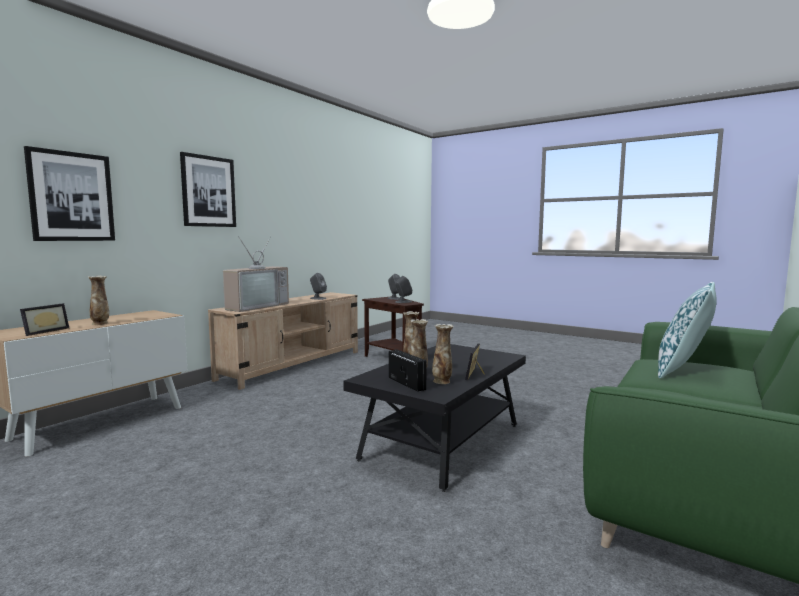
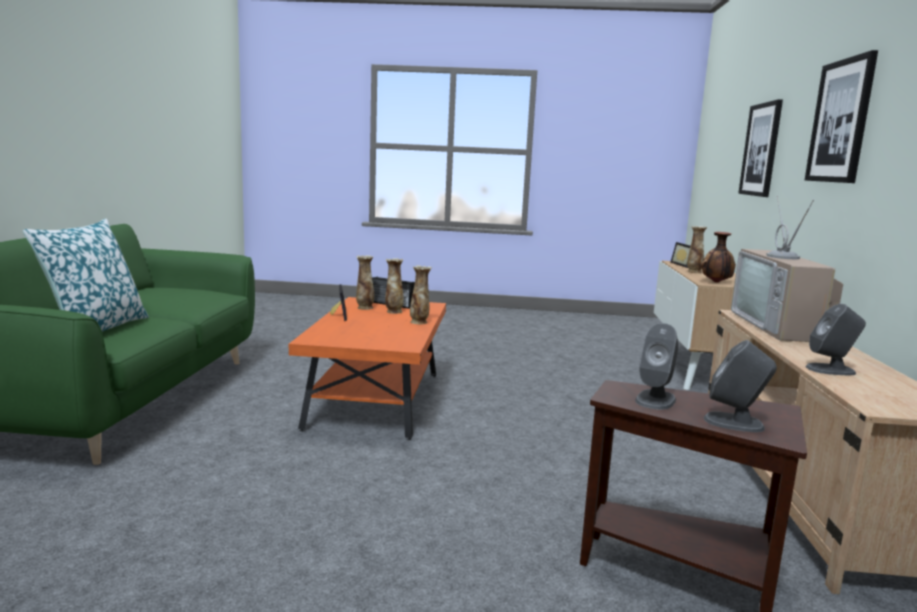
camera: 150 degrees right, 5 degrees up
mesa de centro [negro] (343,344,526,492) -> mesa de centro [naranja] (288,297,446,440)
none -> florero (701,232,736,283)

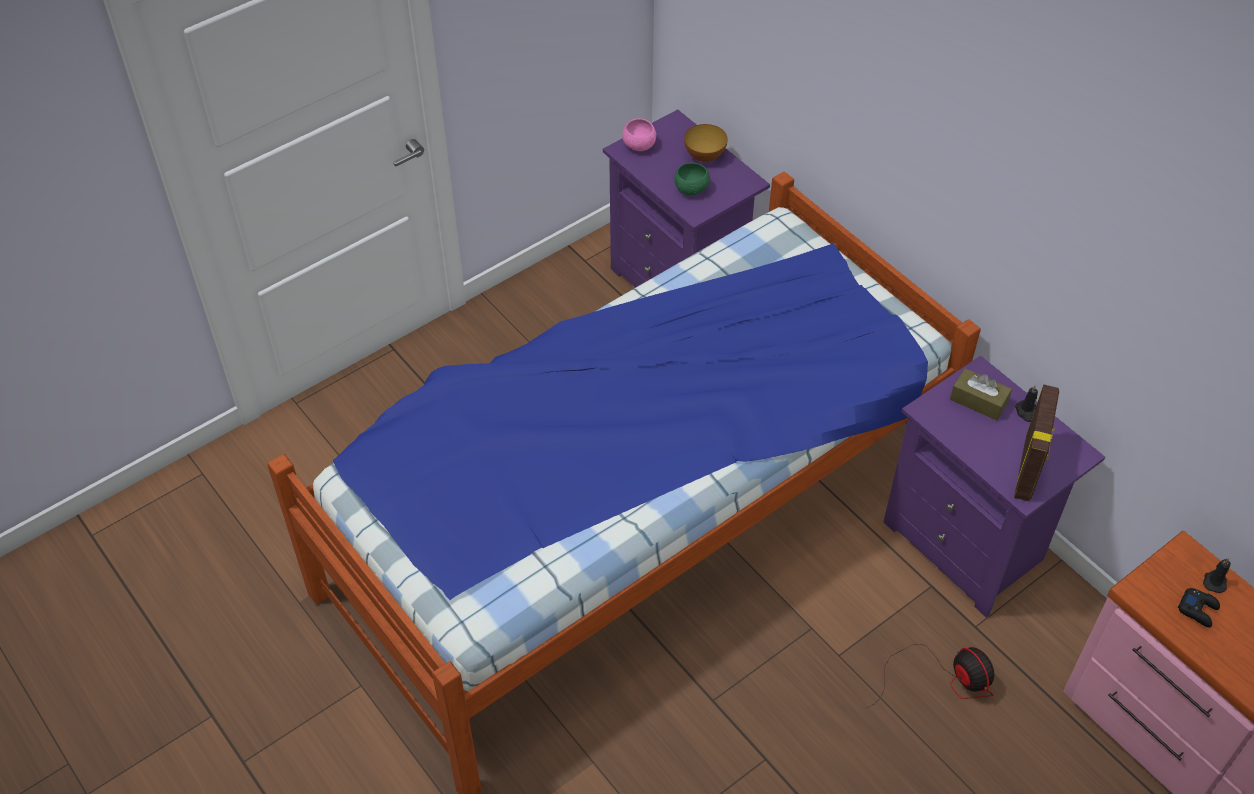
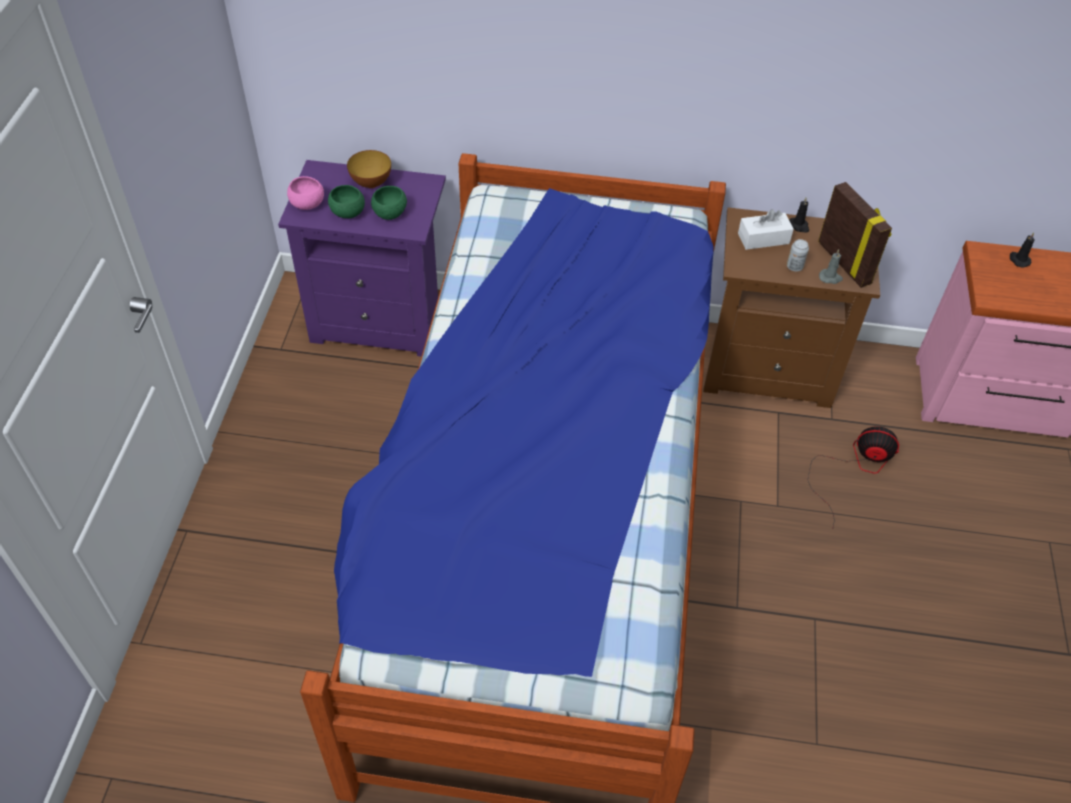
camera: 45 degrees left, 0 degrees up
none -> cuenco [verde] (328,185,365,218)
mesita de noche [morado] (884,356,1105,617) -> mesita de noche [marrón] (703,207,880,408)
caja de pañuelos [marrón] (950,368,1012,420) -> caja de pañuelos [blanco] (738,209,794,250)
none -> lata (787,239,809,272)
none -> vela [gris] (819,249,843,284)
mando de consola [negro] (1178,588,1220,627) -> none

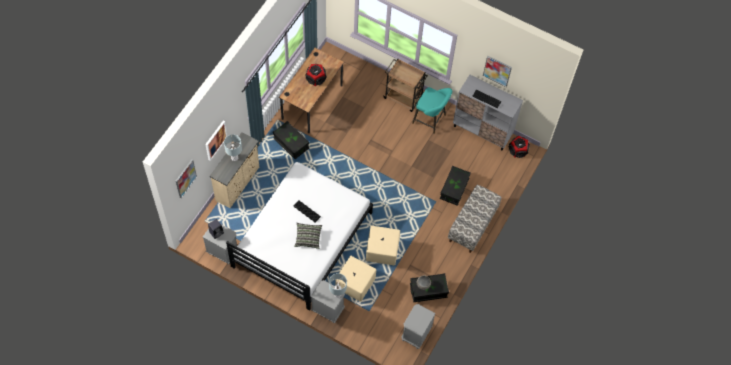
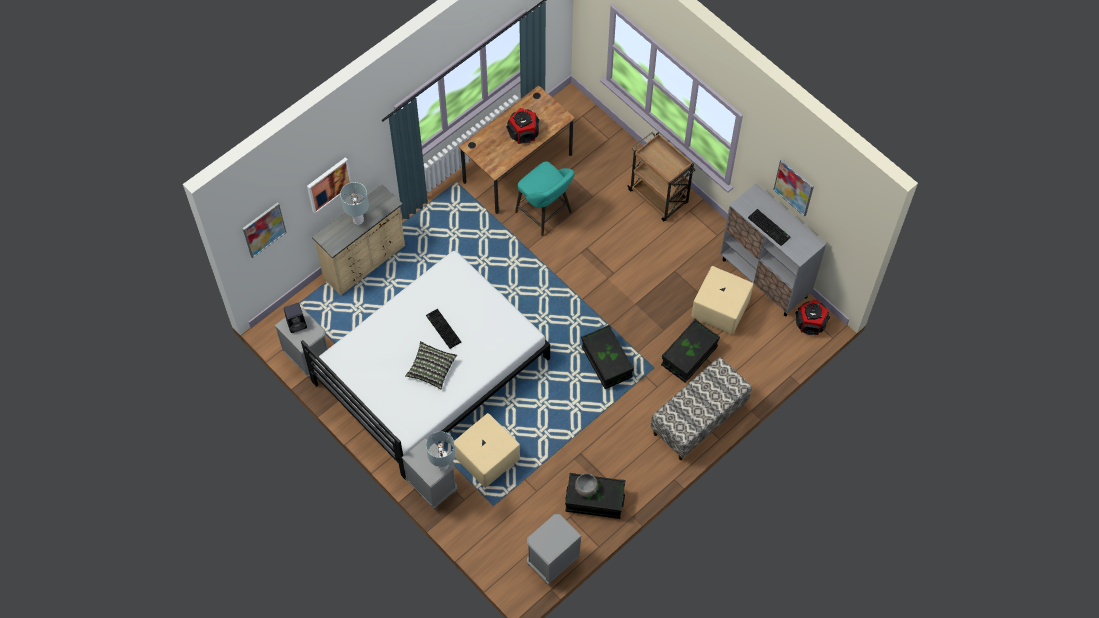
camera: 20 degrees right, 0 degrees up
taburete [turquesa] (412,87,452,134) -> taburete [turquesa] (515,161,574,236), shifted
caja de almacenaje [negro] (273,121,309,159) -> caja de almacenaje [negro] (581,325,634,389), shifted
puf [beis] (366,226,400,265) -> puf [beis] (691,266,754,334), shifted

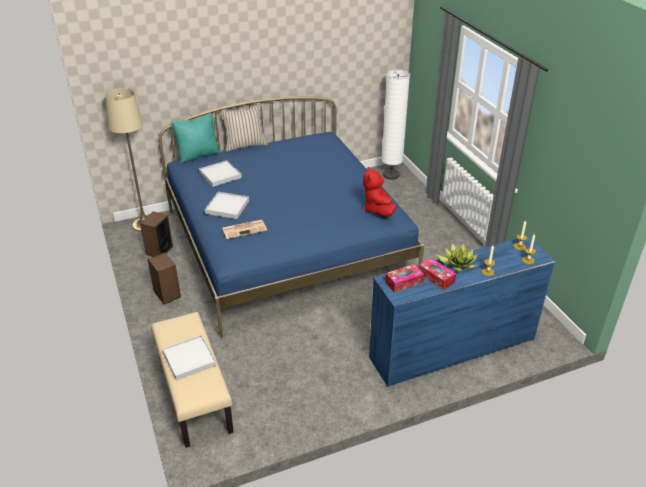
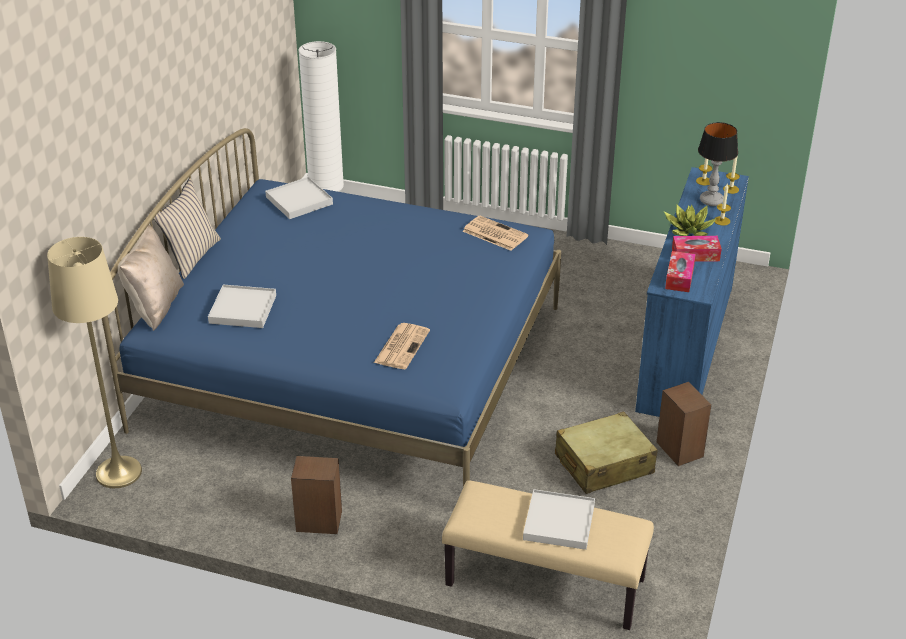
camera: 50 degrees left, 0 degrees up
cojín [turquesa] (171,113,221,164) -> cojín [beis] (118,225,184,331)
bandeja [blanco] (205,192,249,219) -> bandeja [blanco] (265,177,333,219), shifted
peluche [rojo] (363,167,396,217) -> periódico (462,216,529,251)
none -> maleta [beis] (555,412,657,494)
altavoz (140,211,173,257) -> altavoz (656,382,711,466), shifted
none -> lámpara de mesa (698,122,738,206)

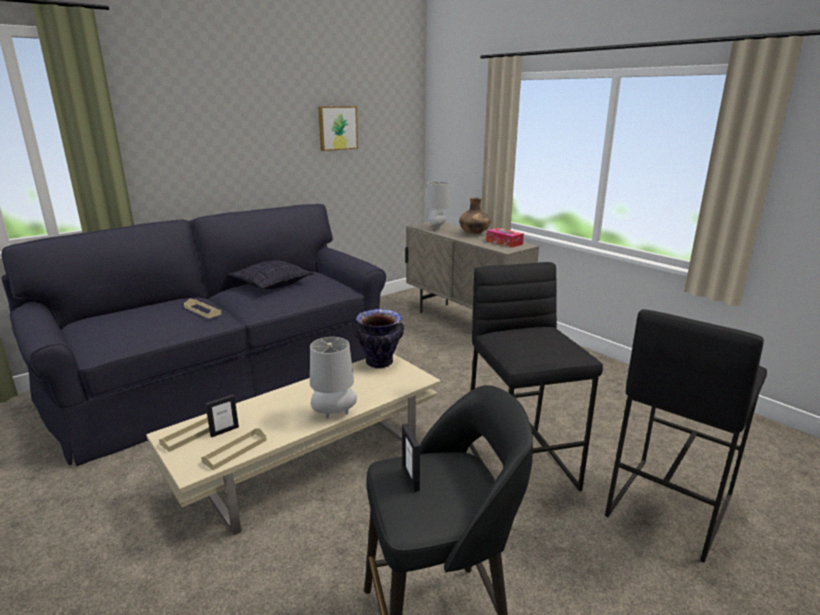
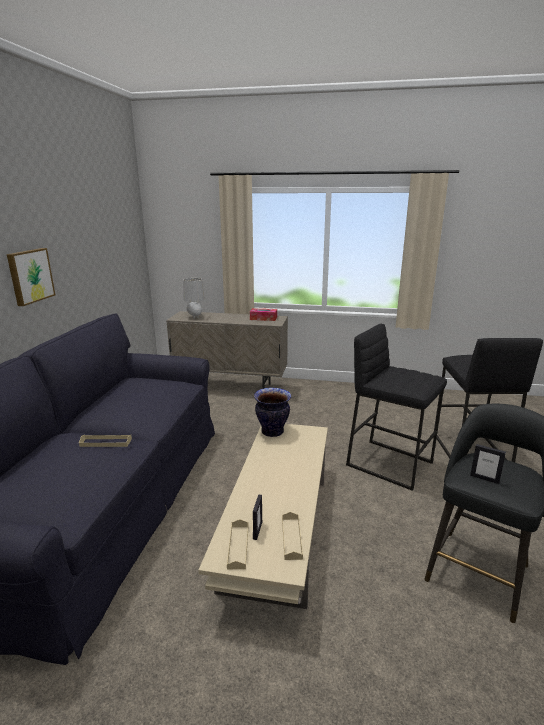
camera: 40 degrees left, 0 degrees up
cuadro (318,106,358,151) -> cuadro (7,248,55,306), shifted
cojín (229,260,314,289) -> none
lámpara de mesa [gris] (310,337,357,418) -> none
florero [marrón] (459,197,491,234) -> none

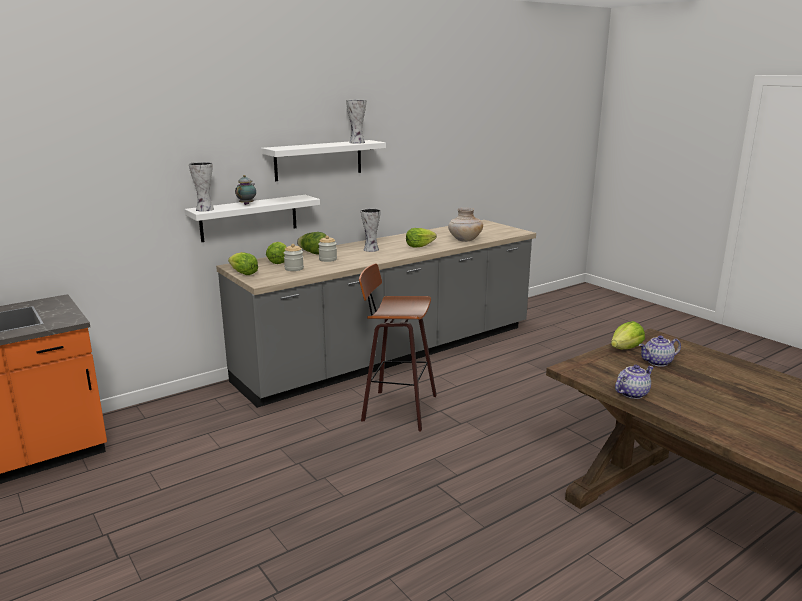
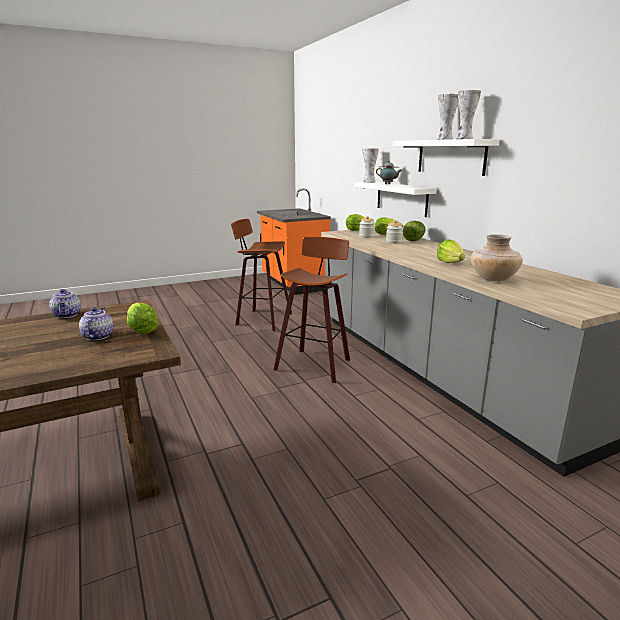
camera: 100 degrees right, 0 degrees up
none -> taburete (231,219,292,331)
florero (361,208,381,252) -> florero (437,94,458,140), shifted

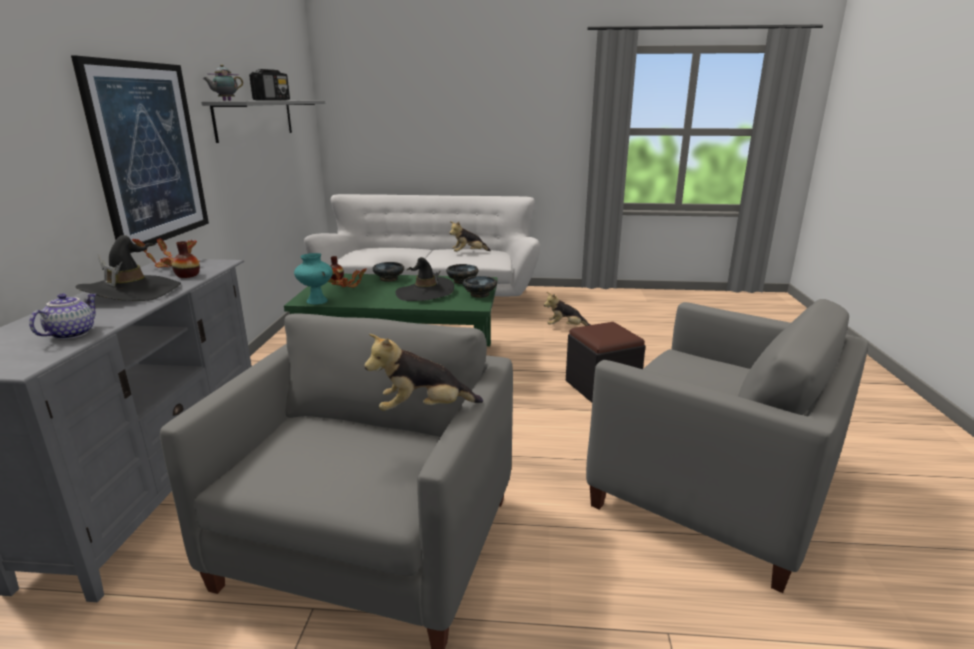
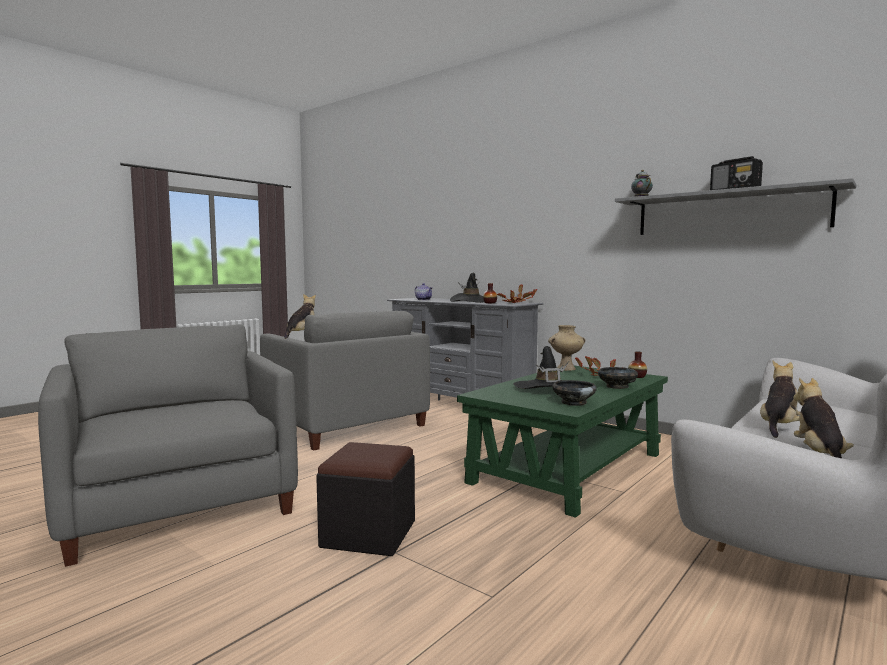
camera: 125 degrees right, 15 degrees down
sillón [gris] (586,299,868,593) -> sillón [gris] (38,324,298,567), 75 degrees clockwise
florero [turquesa] (294,253,333,305) -> florero [beis] (548,325,585,371)
peluche (544,292,591,326) -> peluche (760,361,800,438), shifted
cuadro (71,56,209,253) -> none
cuenco [negro] (463,276,497,298) -> none

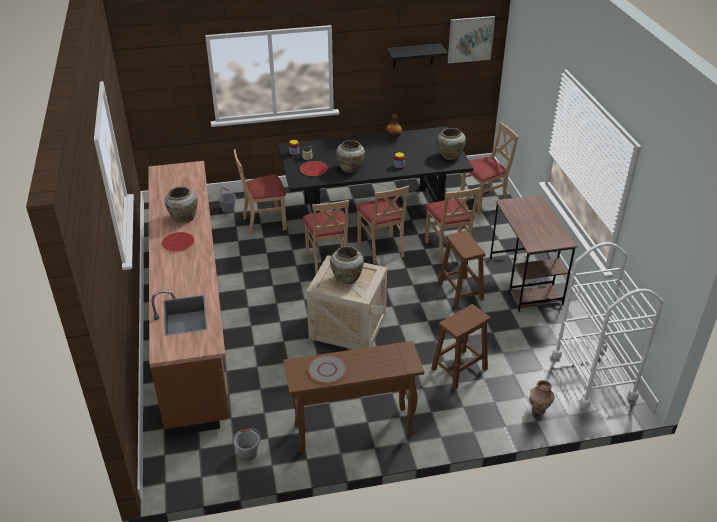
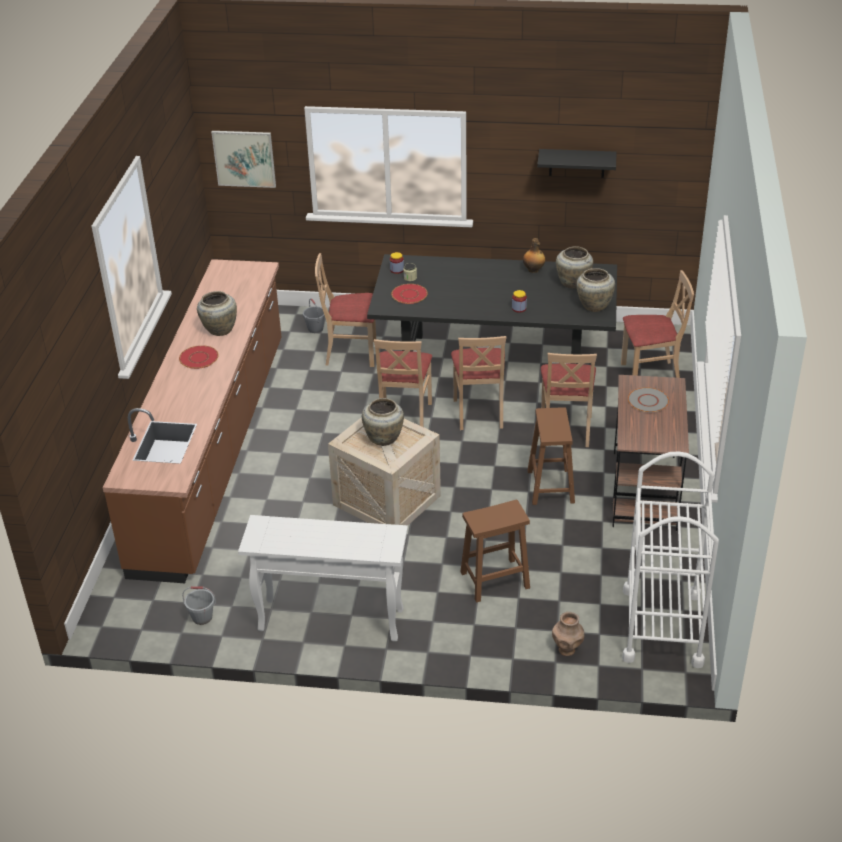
camera: 20 degrees right, 0 degrees up
cuadro (448,16,495,63) -> cuadro (211,131,276,188), shifted
mesa consola [marrón] (283,341,424,453) -> mesa consola [blanco] (238,515,408,642)
florero [beis] (336,140,365,173) -> florero [beis] (556,246,593,289), shifted
plato [gris] (308,355,346,383) -> plato [gris] (628,387,669,412), shifted

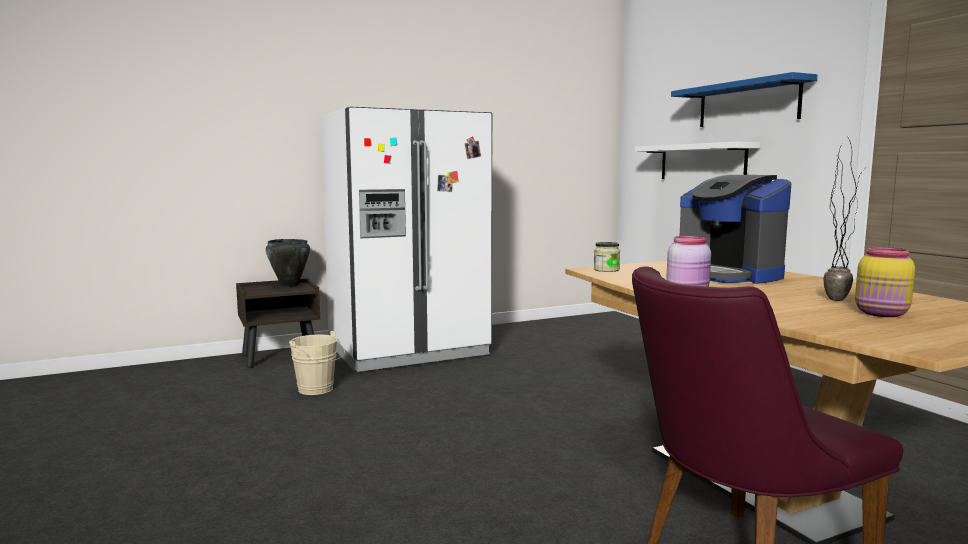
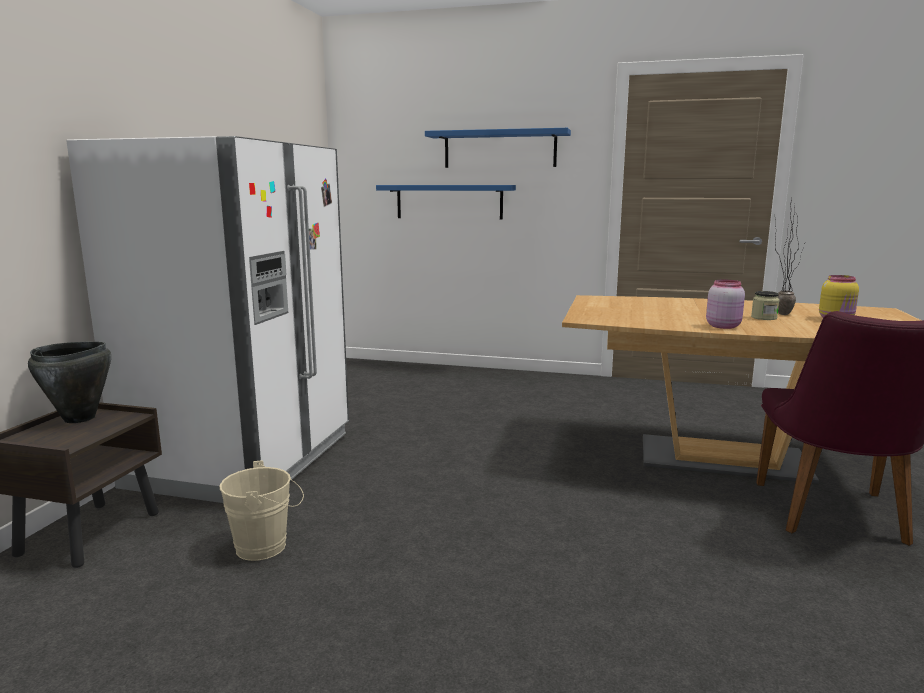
camera: 50 degrees left, 5 degrees up
estante [blanco] (635,142,760,179) -> estante [azul] (376,185,516,220)
tarro (594,242,620,272) -> tarro (751,291,779,320), shifted
cafetera (680,175,792,284) -> none

